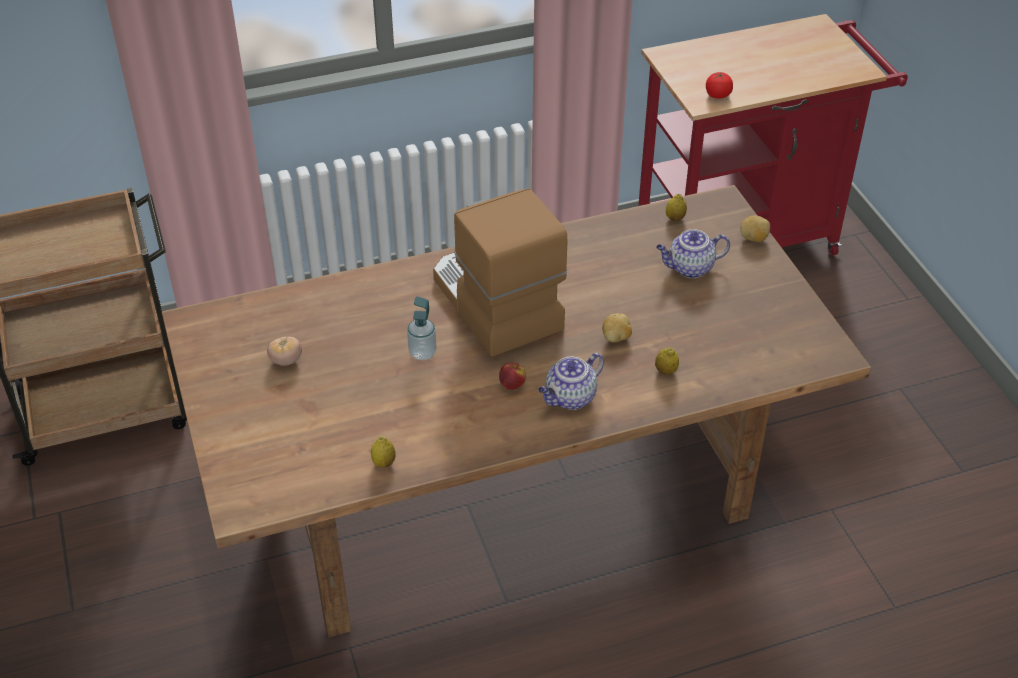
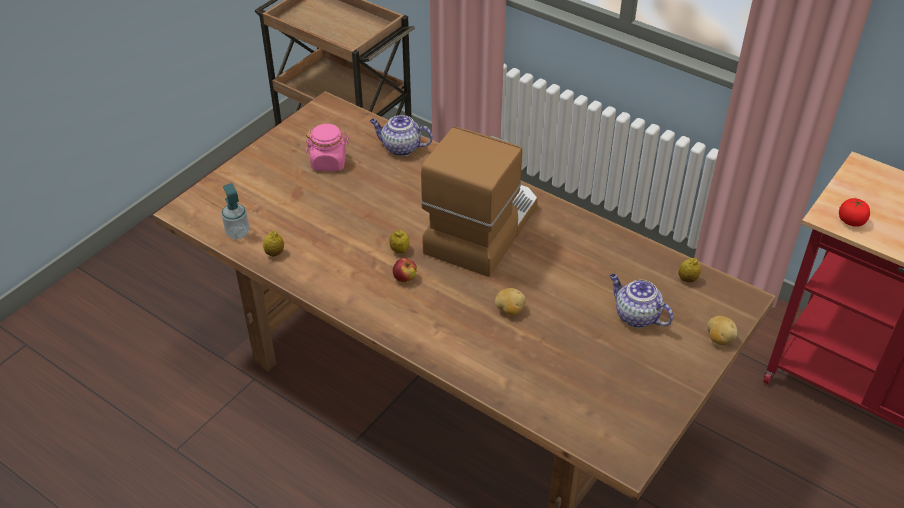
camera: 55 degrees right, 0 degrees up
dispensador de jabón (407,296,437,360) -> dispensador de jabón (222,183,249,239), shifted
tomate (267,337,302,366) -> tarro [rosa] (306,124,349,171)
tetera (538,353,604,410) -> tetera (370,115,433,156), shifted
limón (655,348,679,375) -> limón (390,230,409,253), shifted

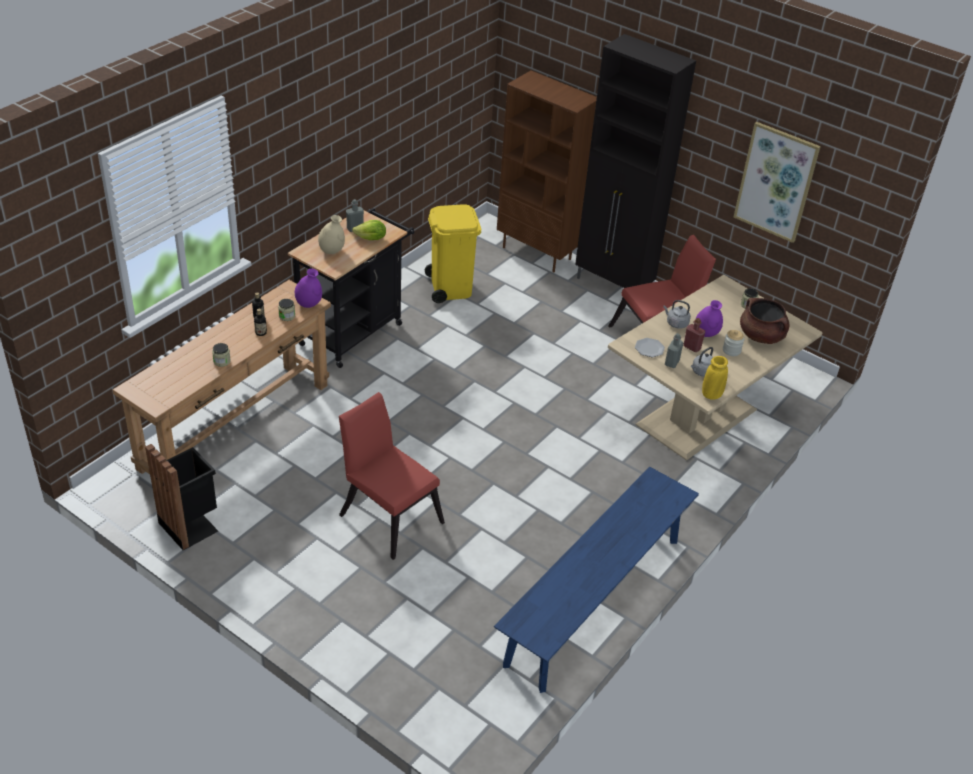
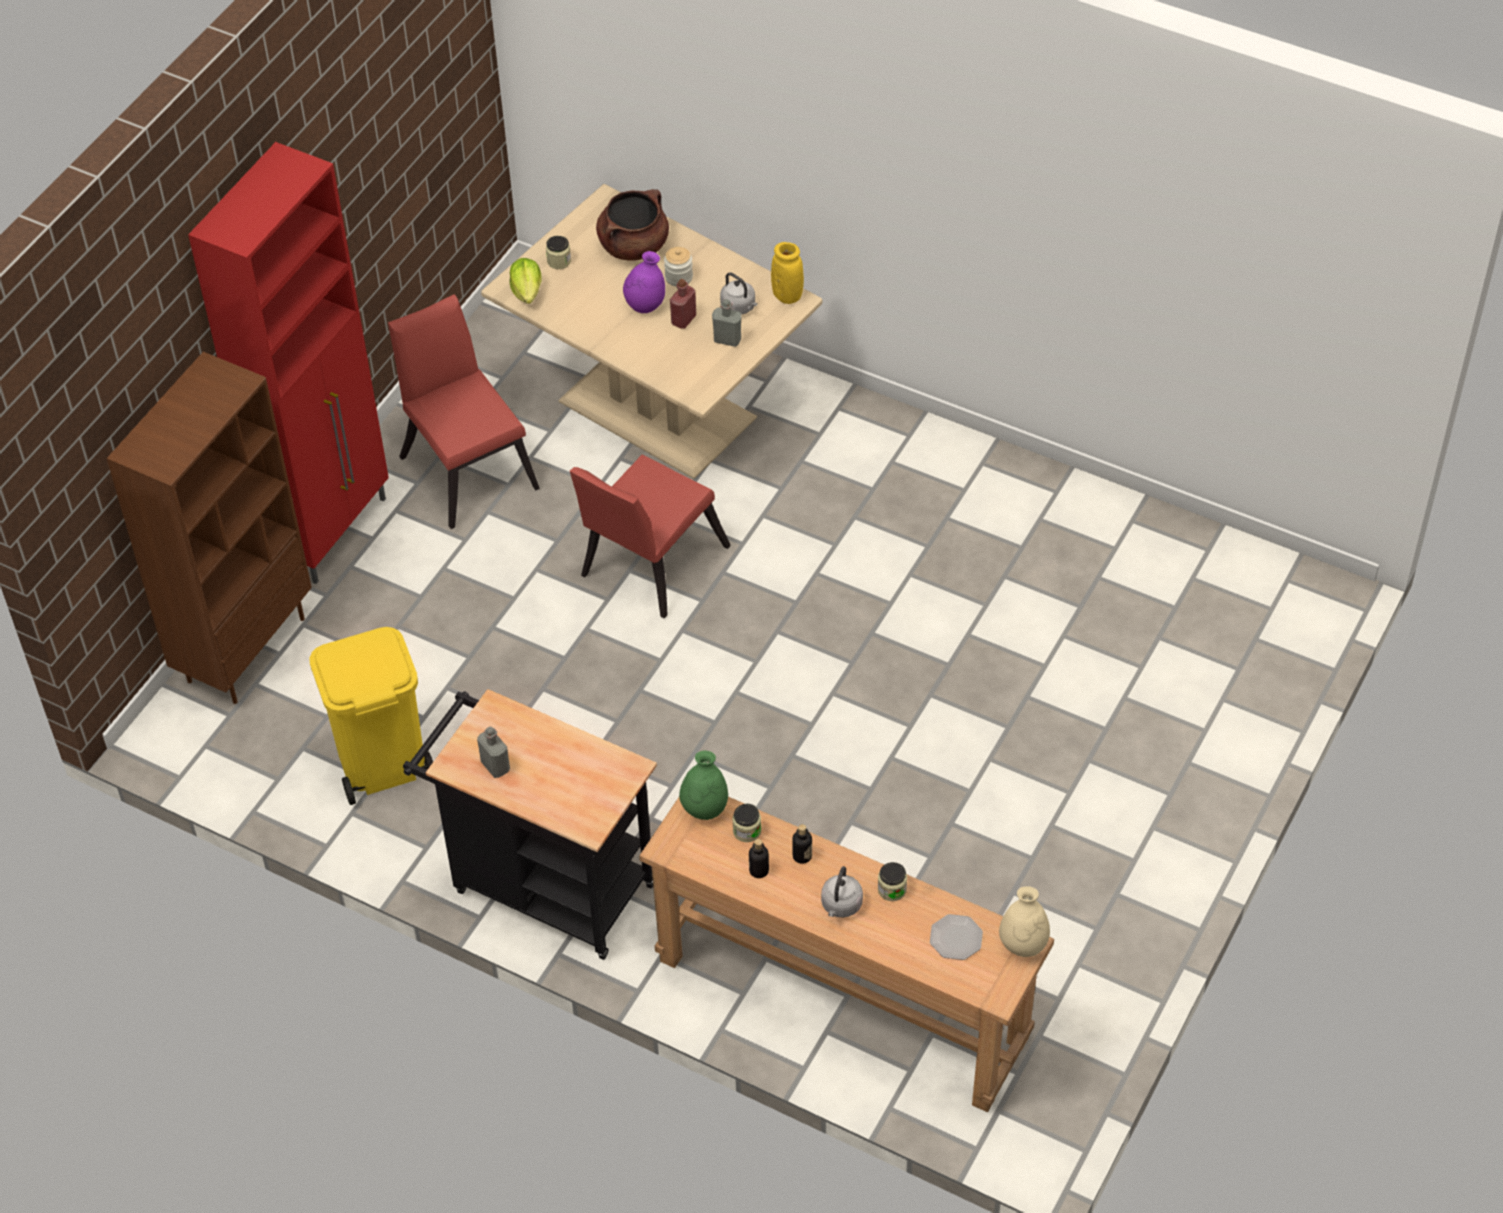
camera: 95 degrees left, 10 degrees up
armario [negro] (575,34,696,288) -> armario [rojo] (188,142,389,584)
lechuga (352,220,386,240) -> lechuga (510,258,541,304), shifted
silla [rojo] (339,392,445,560) -> silla [rojo] (570,454,731,618), shifted
florero [morado] (295,268,322,308) -> florero [verde] (679,751,728,820)
hervidor [gris] (663,300,691,329) -> hervidor [gris] (821,866,863,918), shifted
plato (635,338,665,357) -> plato (930,914,983,960), shifted
florero [beis] (318,215,345,254) -> florero [beis] (999,886,1050,957), shifted
papelera [negro] (145,444,218,550) -> none
banco [azul] (494,467,699,693) -> none
cuadro (734,122,821,243) -> none

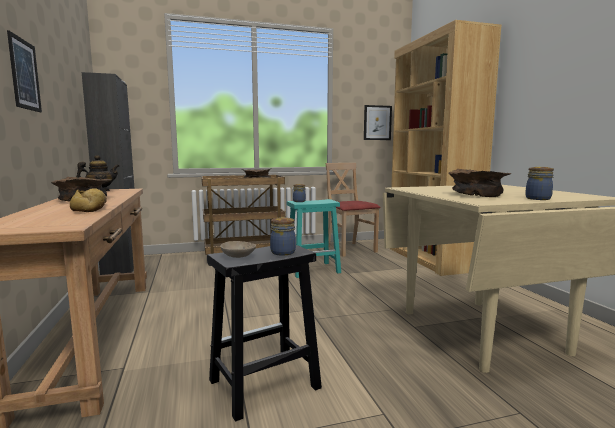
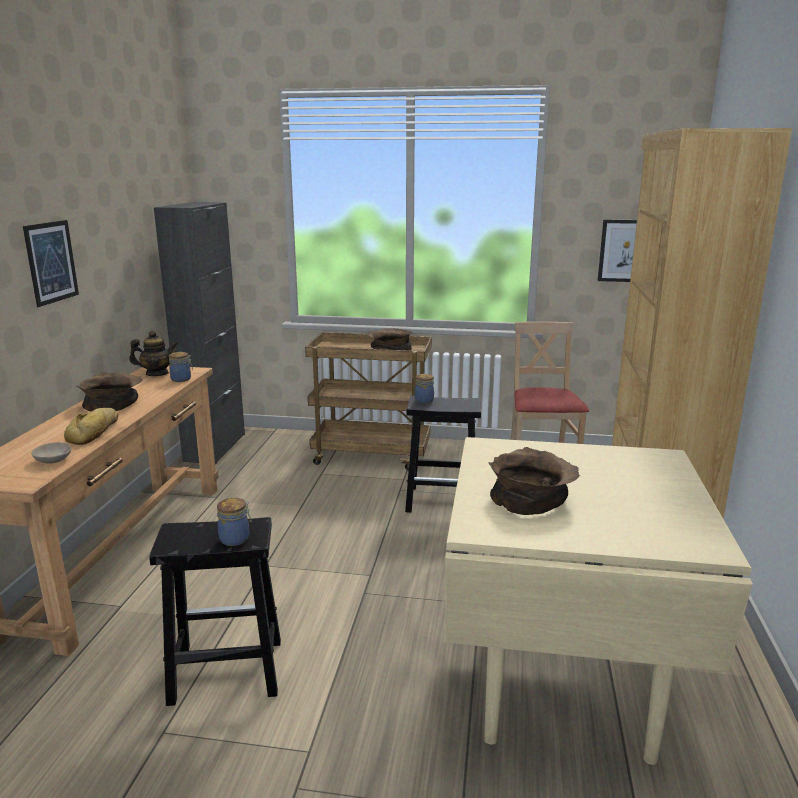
camera: 25 degrees right, 10 degrees up
cuenco [beis] (220,241,256,258) -> cuenco [beis] (32,442,72,464), shifted
tarro (525,167,554,200) -> tarro (169,352,193,382), shifted
taburete [turquesa] (287,199,341,278) -> taburete [negro] (405,396,481,513)

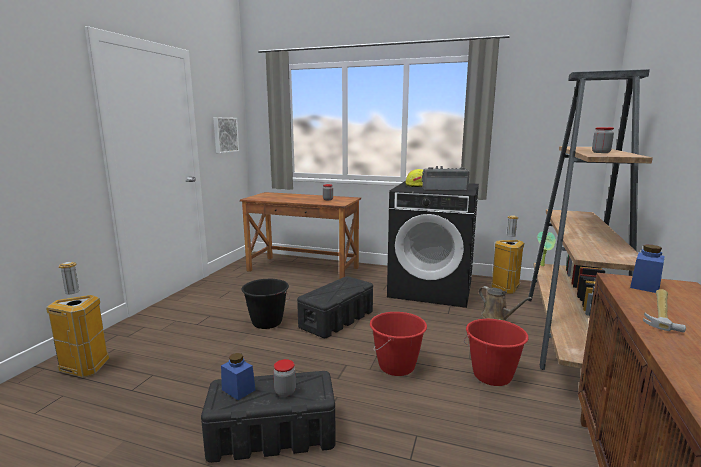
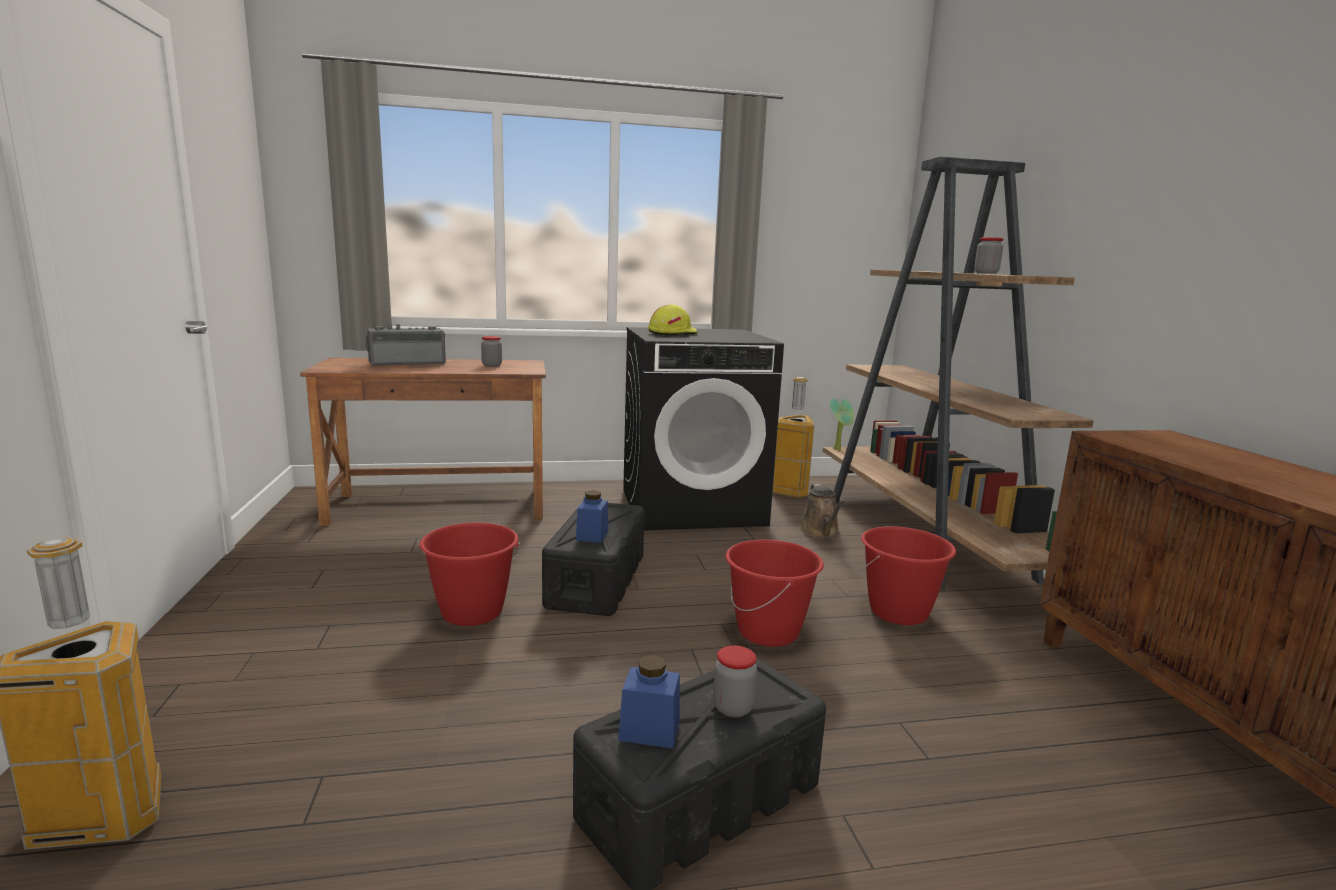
camera: 30 degrees left, 0 degrees up
radio (422,166,470,192) -> radio (366,324,446,366), shifted
cubo [negro] (241,279,290,329) -> cubo [rojo] (419,523,521,626)
tarro [azul] (630,244,665,293) -> tarro [azul] (576,490,608,543), shifted
regadera [marrón] (479,286,532,321) -> regadera [marrón] (799,484,844,538), 60 degrees clockwise
cuadro (213,117,239,153) -> none
martillo (643,289,686,333) -> none

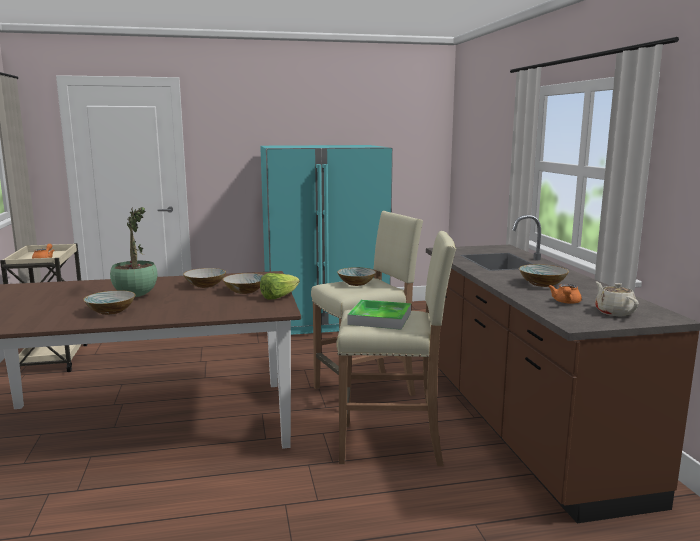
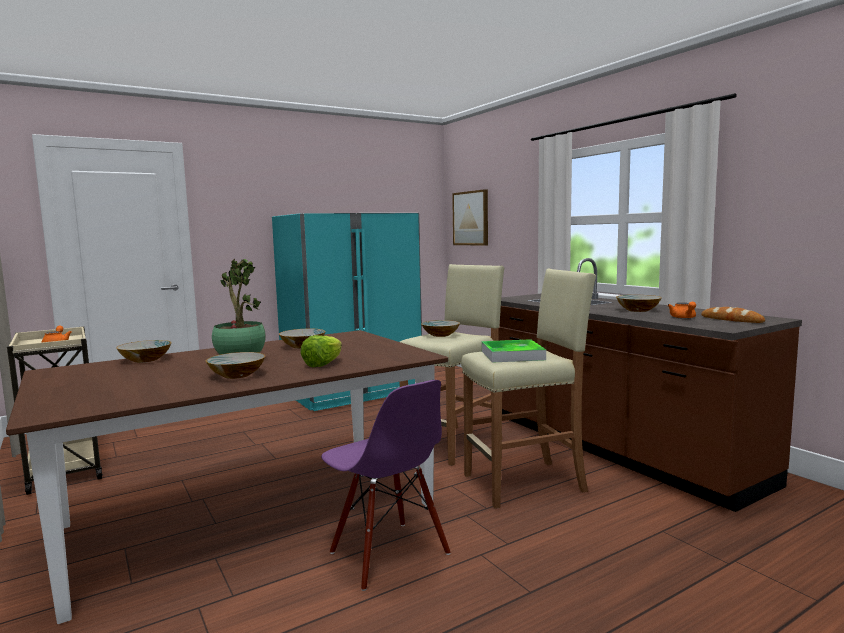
camera: 20 degrees left, 5 degrees down
cuenco (223,273,264,294) -> cuenco (116,340,172,363), shifted
lechuga (260,273,300,299) -> lechuga (300,335,342,367), shifted
none -> silla [morado] (321,380,450,591)
none -> cuadro (452,189,488,246)
tetera [beis] (595,282,639,316) -> pan (701,307,765,323)

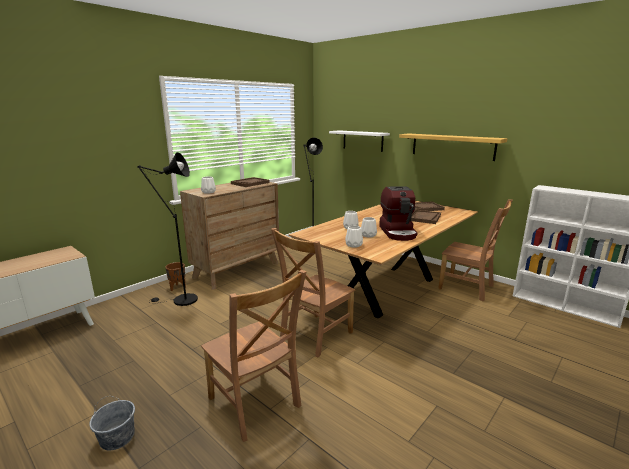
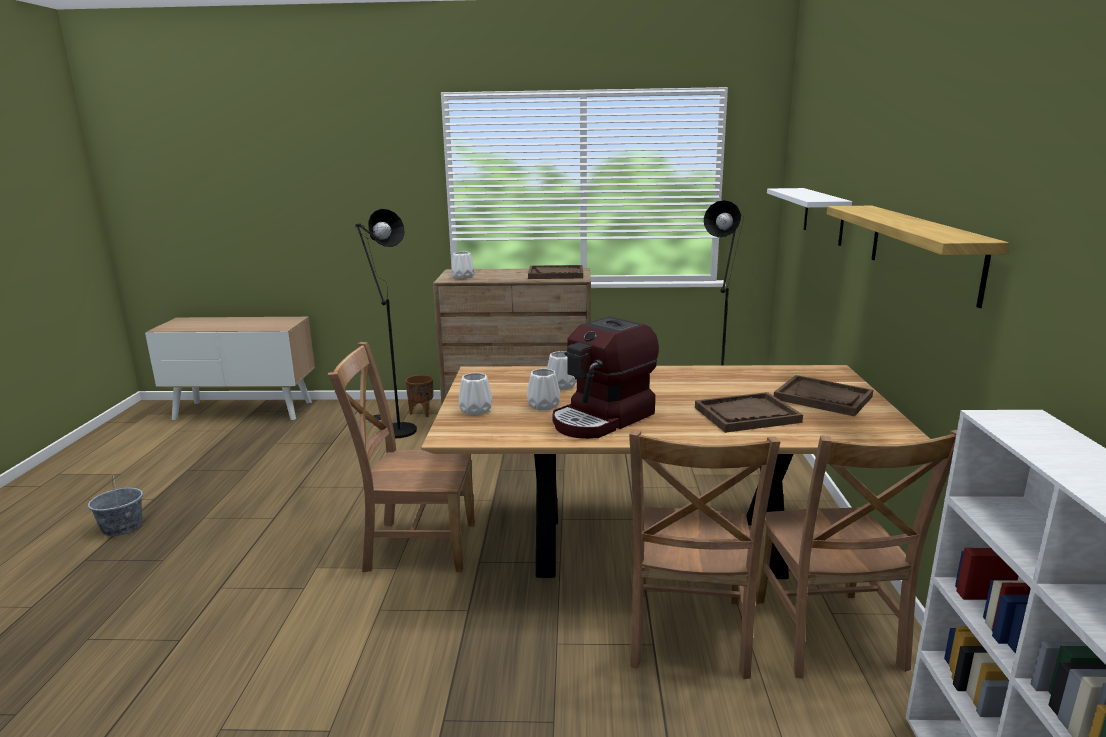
camera: 50 degrees right, 0 degrees up
silla [marrón] (201,270,307,442) -> silla [marrón] (629,430,781,679), shifted

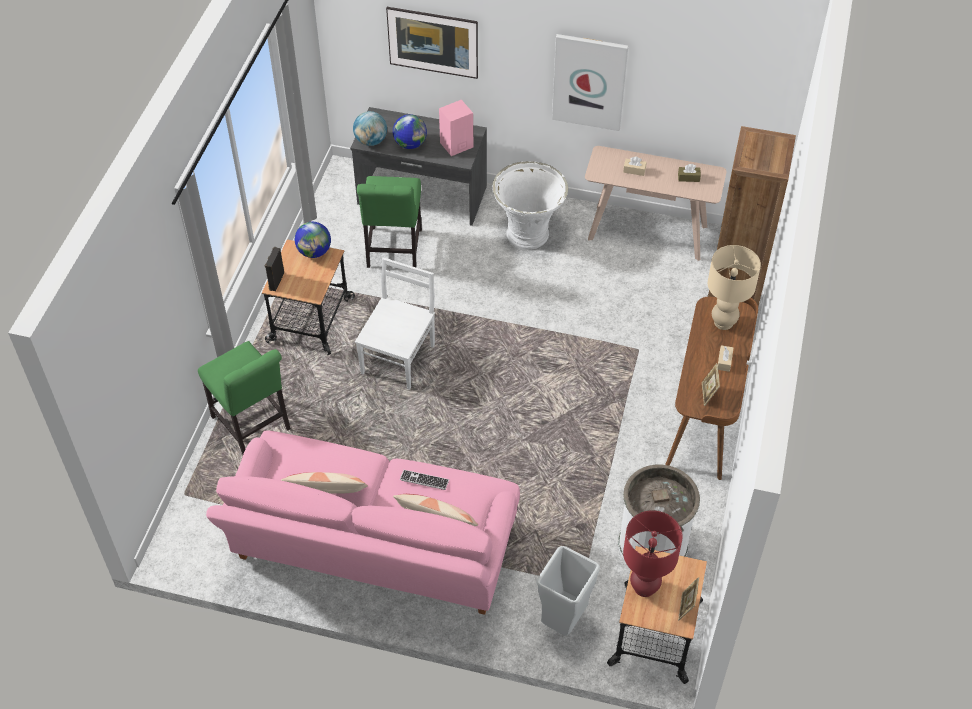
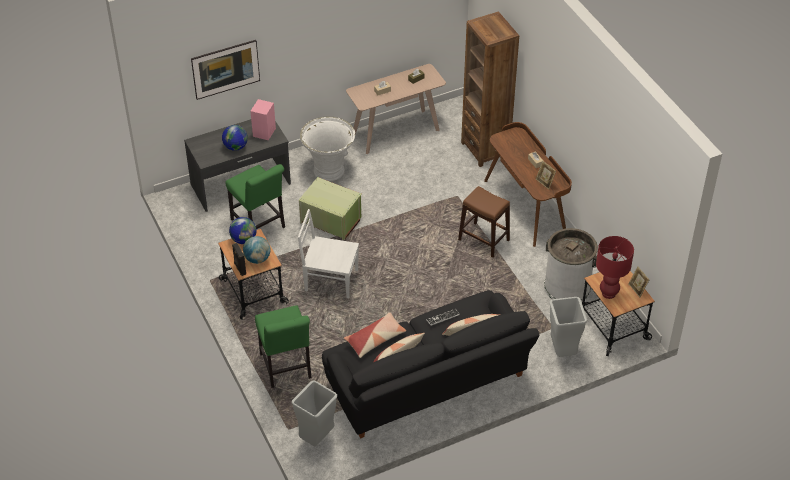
camera: 40 degrees left, 5 degrees down
globo terráqueo (353,111,387,146) -> globo terráqueo (243,236,271,264), shifted
silla [verde] (198,341,291,455) -> silla [verde] (255,305,312,388), 60 degrees clockwise
none -> papelera [gris] (292,380,337,446)
silla [blanco] (355,258,435,390) -> silla [blanco] (298,209,359,298), 60 degrees counterclockwise
none -> caja de almacenaje [verde] (299,177,362,240)
sofá [rosa] (206,430,520,615) -> sofá [negro] (322,290,539,439)
none -> cojín (344,312,406,358)
none -> taburete [marrón] (458,186,510,258)
cuadro (552,34,628,131) -> none
lámpara de mesa [beis] (708,245,761,330) -> none

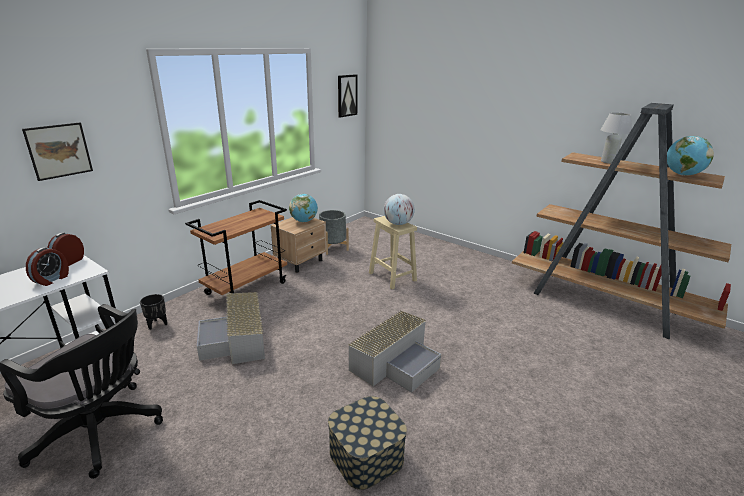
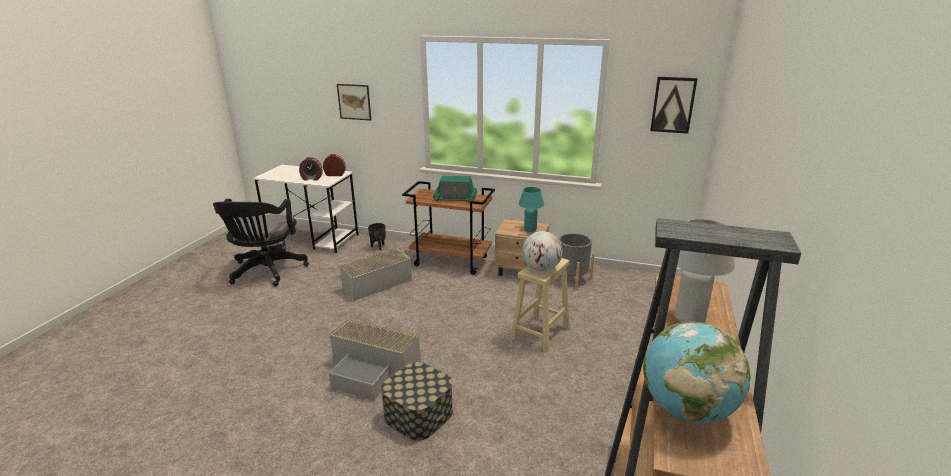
camera: 70 degrees right, 0 degrees up
caja de almacenaje (328,396,407,490) -> caja de almacenaje (380,362,453,441), shifted
none -> radio (433,176,477,201)
globo terráqueo (289,194,318,222) -> lámpara de mesa [turquesa] (519,187,544,232)

